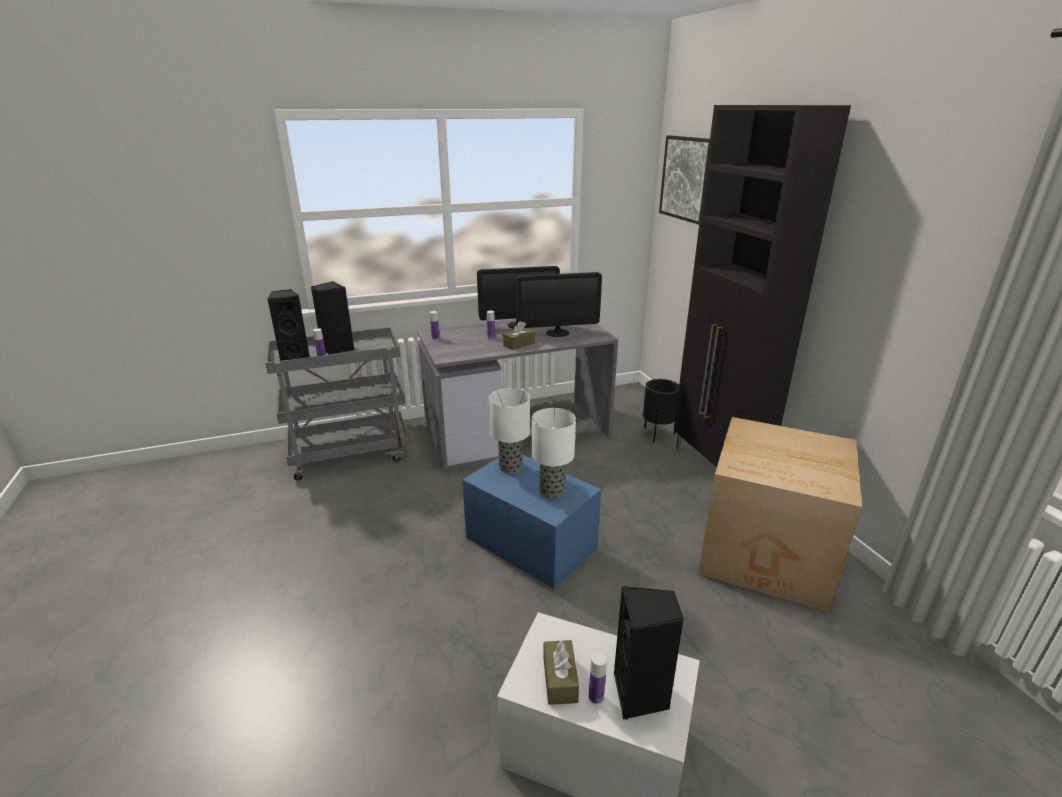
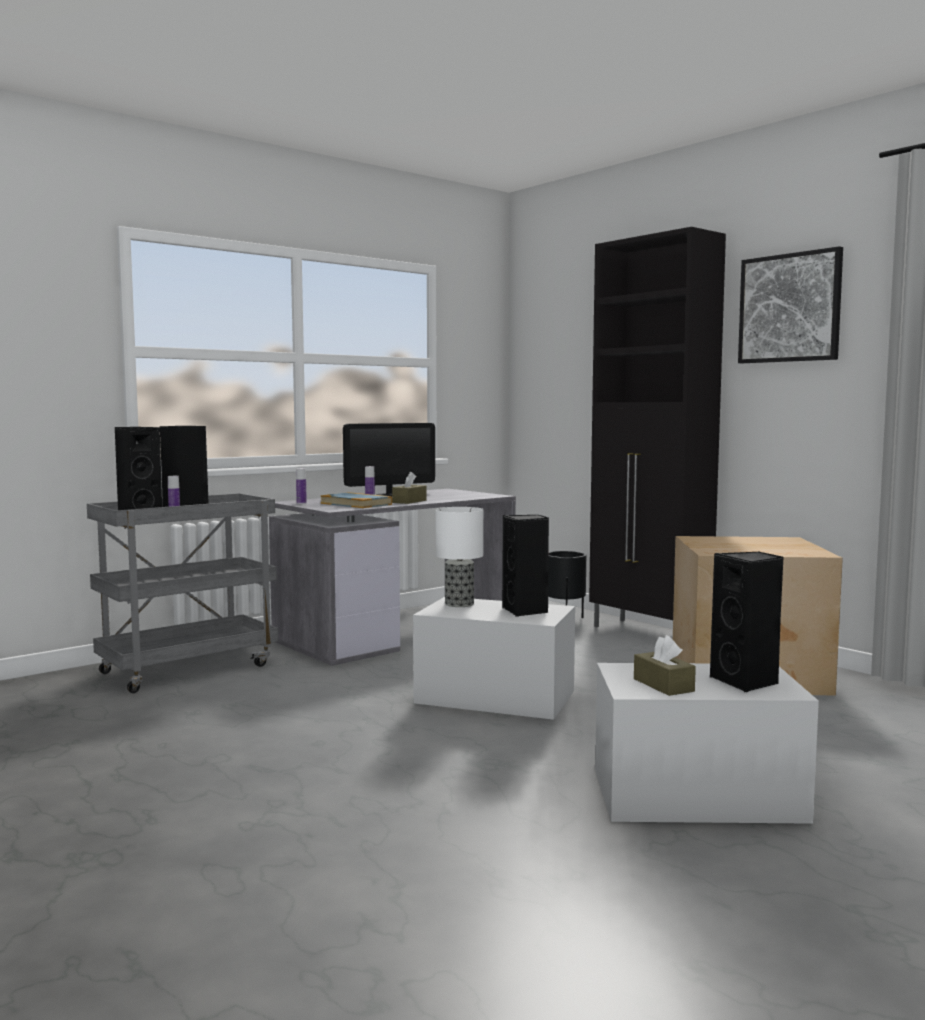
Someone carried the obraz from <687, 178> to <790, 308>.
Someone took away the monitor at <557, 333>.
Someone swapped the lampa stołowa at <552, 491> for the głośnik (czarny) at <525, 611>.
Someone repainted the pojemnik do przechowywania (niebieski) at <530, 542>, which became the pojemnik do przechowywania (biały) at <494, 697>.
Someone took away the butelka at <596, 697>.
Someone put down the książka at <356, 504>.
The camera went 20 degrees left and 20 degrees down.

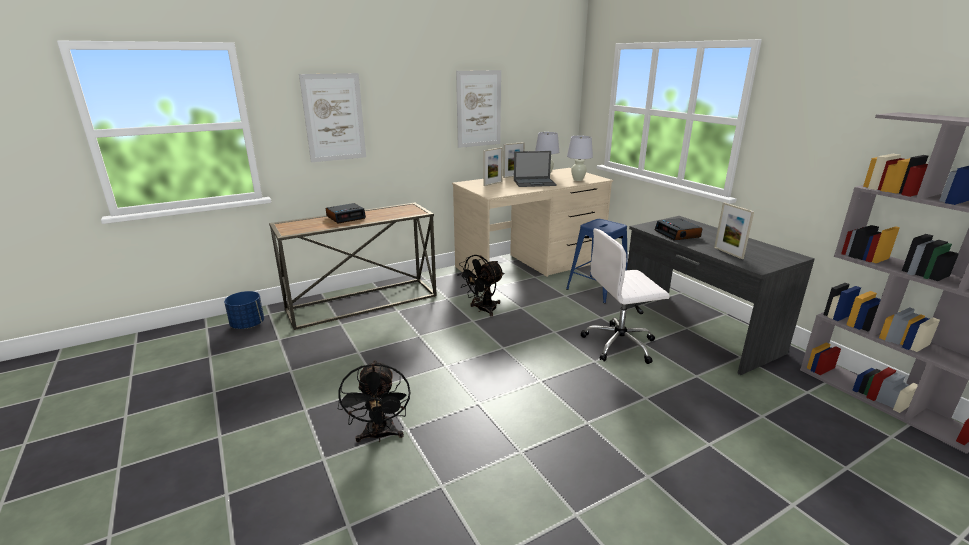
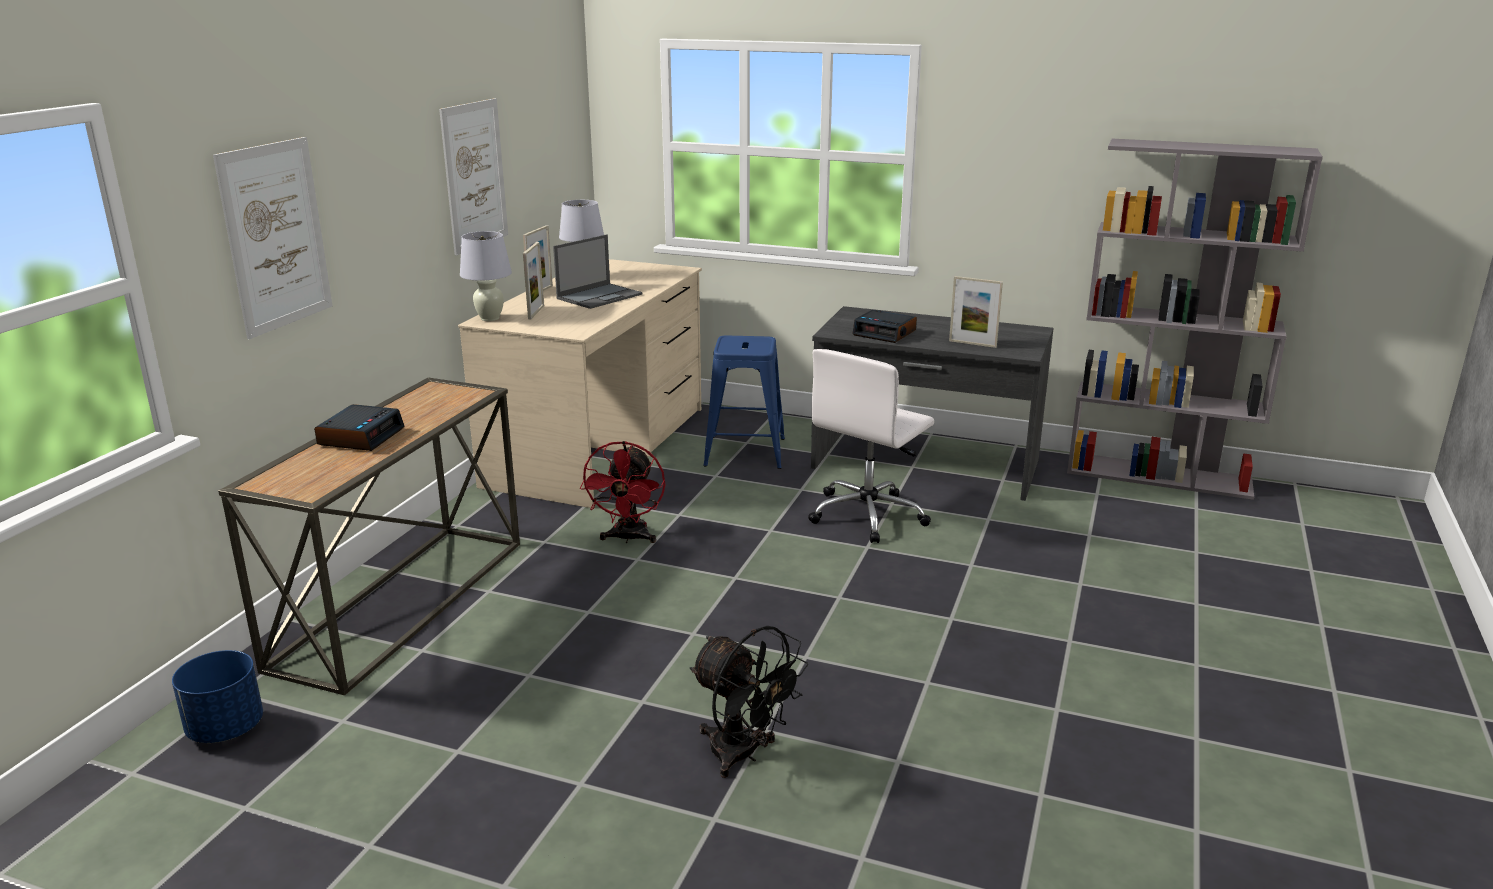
Someone carried the lampa stołowa (biały) from <578, 180> to <490, 318>.
Someone repainted the wentylator (czarny) at <483, 310>, which became the wentylator (czerwony) at <628, 538>.
The camera went 40 degrees left and 0 degrees up.

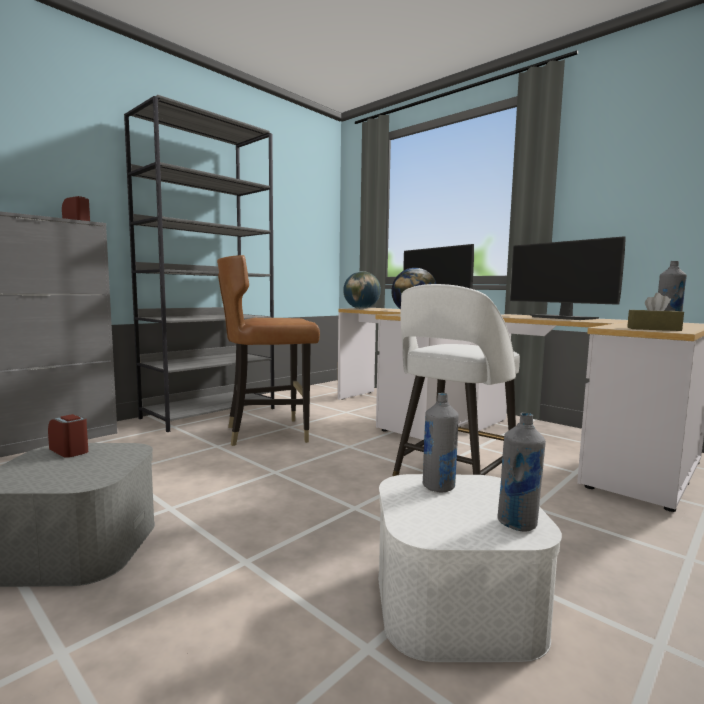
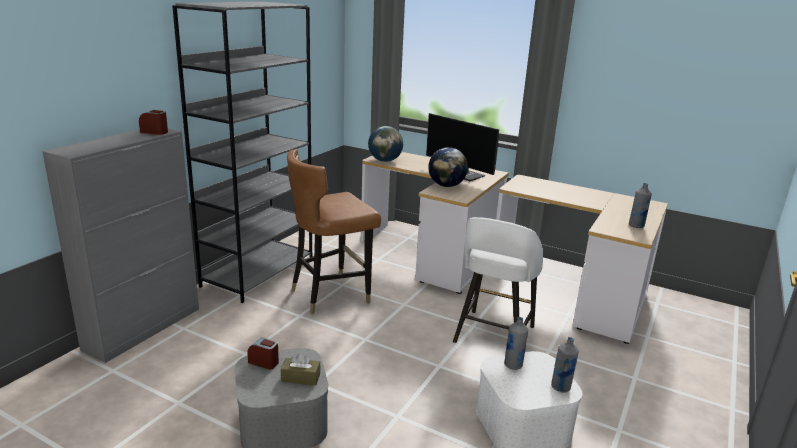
Someone took away the monitor at <564, 318>.
Someone carried the pudełko chusteczek (brązowy) from <653, 329> to <300, 377>.
The camera went 15 degrees left and 15 degrees up.

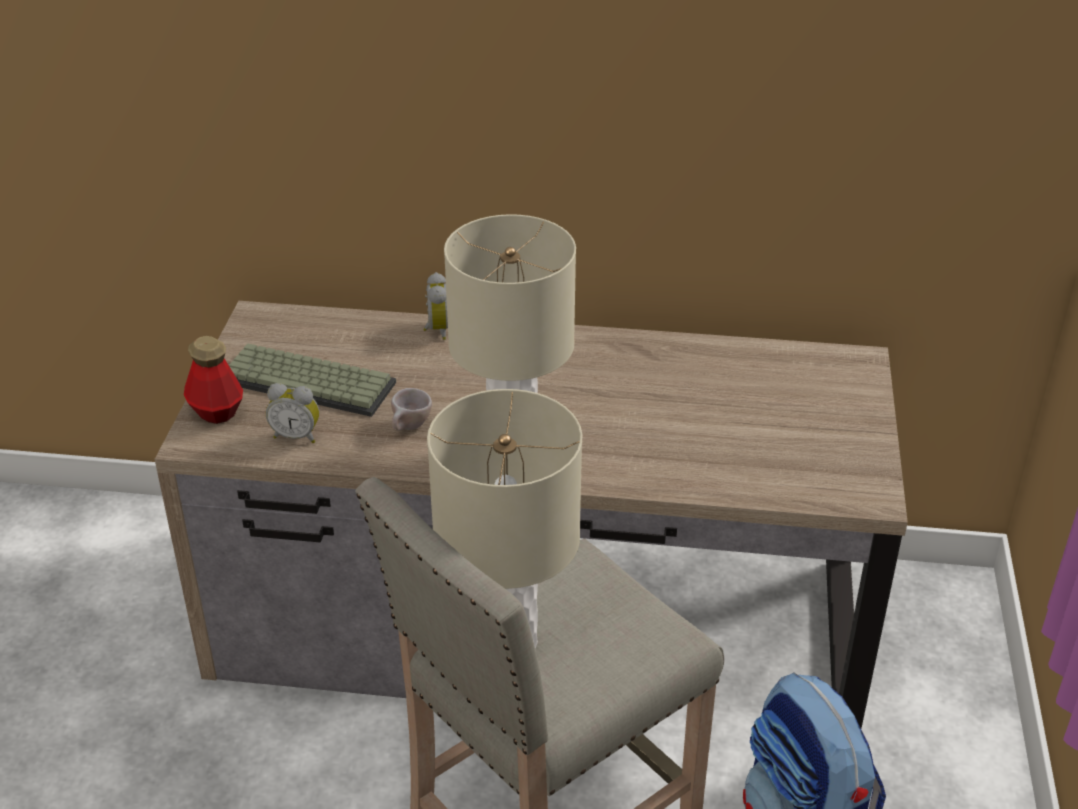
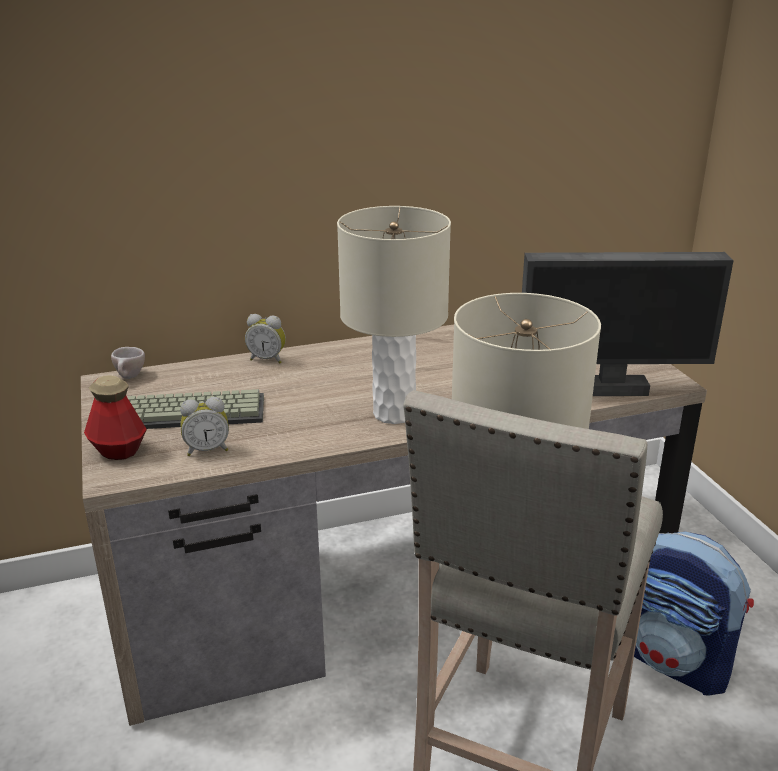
Someone rotated the budzik at <436, 330> by 135 degrees clockwise.
Someone carried the filiżanka (beżowy) from <409, 428> to <129, 378>.
Someone put down the monitor at <609, 389>.
The camera went 25 degrees left and 10 degrees down.

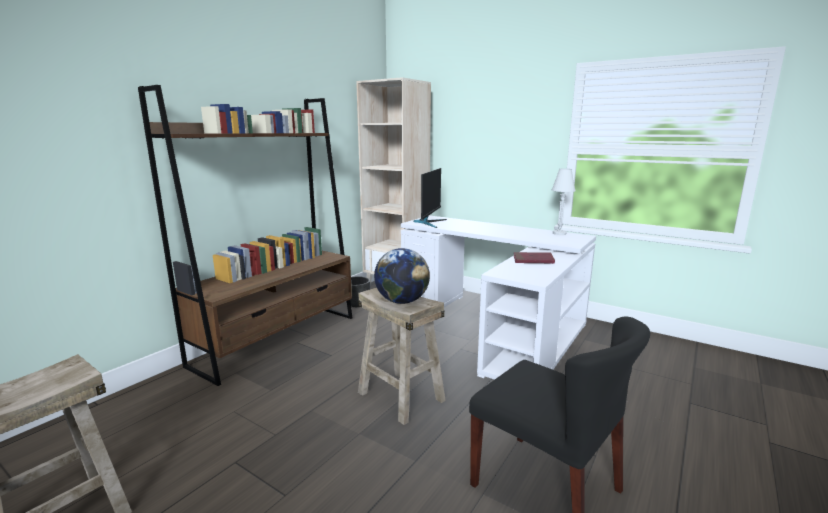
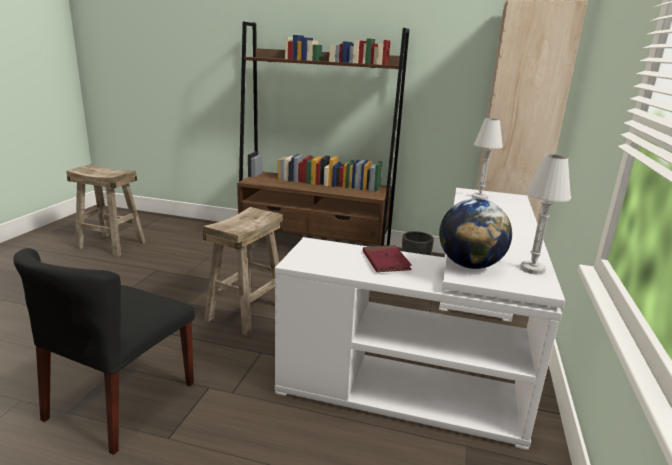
Someone swapped the monitor at <429, 222> for the lampa stołowa (biały) at <479, 197>.
Someone carried the globus from <402, 301> to <470, 265>.
The camera went 70 degrees right and 5 degrees up.

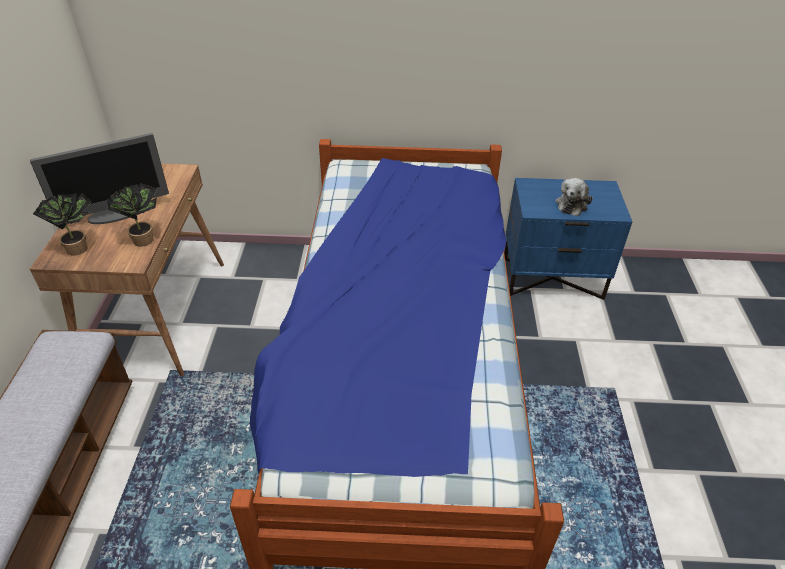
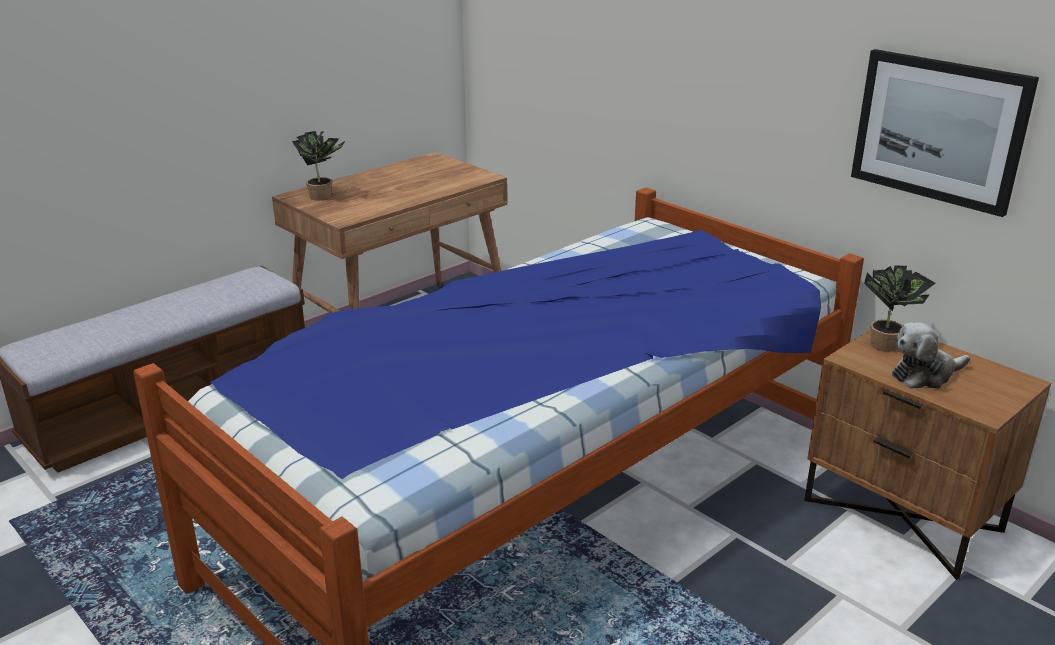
Someone took away the monitor at <116, 214>.
Someone repainted the szafka nocna (niebieski) at <552, 277>, which became the szafka nocna (brązowy) at <904, 514>.
Someone carried the roślina doniczkowa from <144, 238> to <886, 343>.
Someone put up the obraz at <939, 130>.
The camera went 45 degrees right and 15 degrees down.

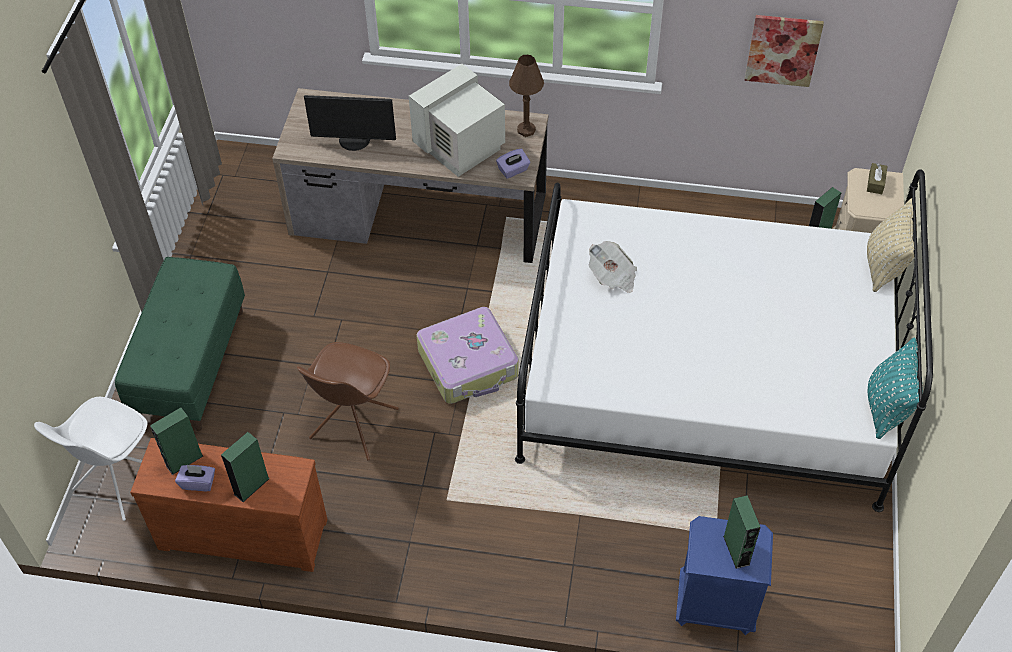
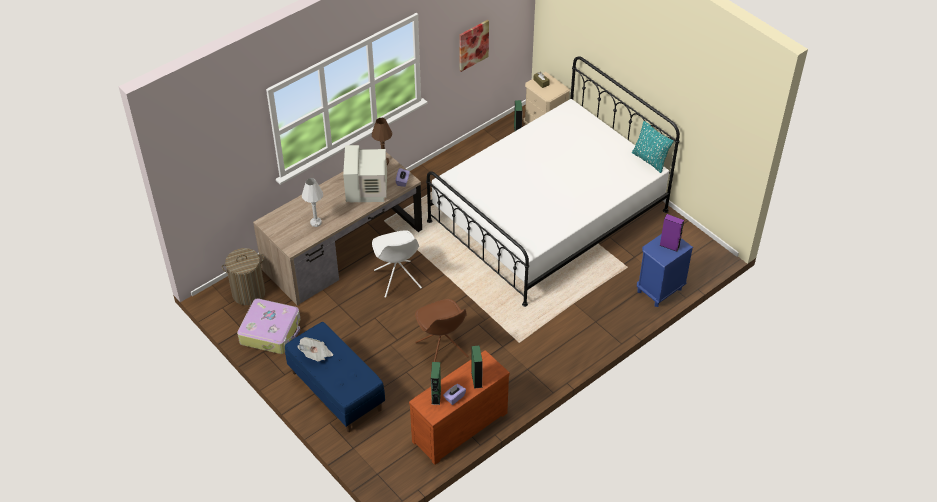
Someone swapped the monitor at <354, 141> for the lampa stołowa (biały) at <316, 222>.
Someone took away the poduszka (beżowy) at <884, 266>.
Someone carried the gazeta from <612, 276> to <316, 355>.
Someone repainted the ławka (zielony) at <191, 364>, which became the ławka (niebieski) at <336, 391>.
Someone carried the walizka from <469, 364> to <271, 331>.
Someone carried the krzesło (biały) from <118, 481> to <397, 280>.
Someone repainted the głośnik (zielony) at <736, 550>, which became the głośnik (fioletowy) at <669, 246>.
Someone put down the kosz na pranie at <248, 293>.
The camera went 50 degrees left and 5 degrees down.

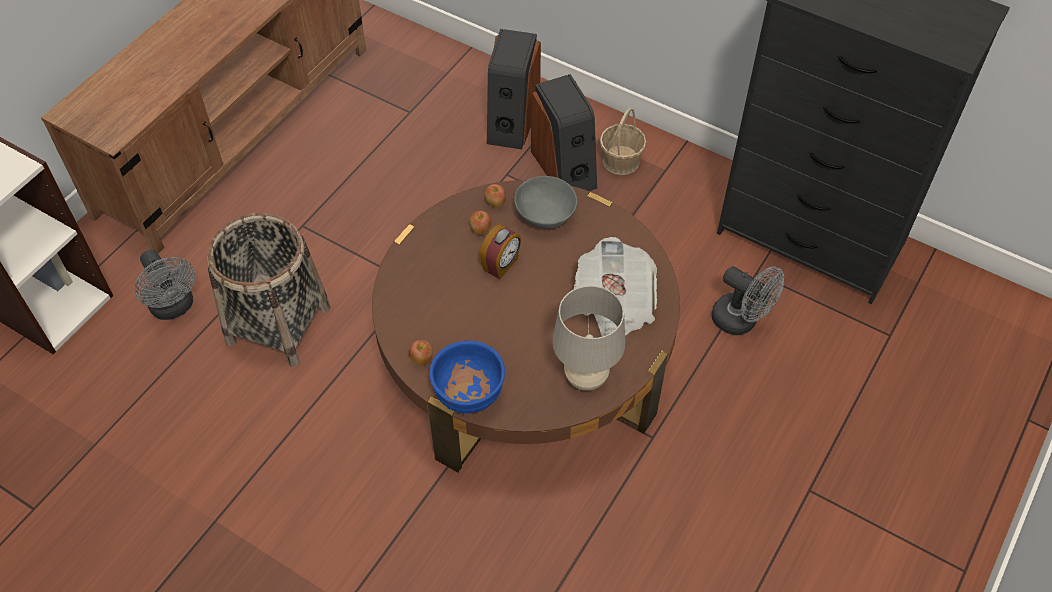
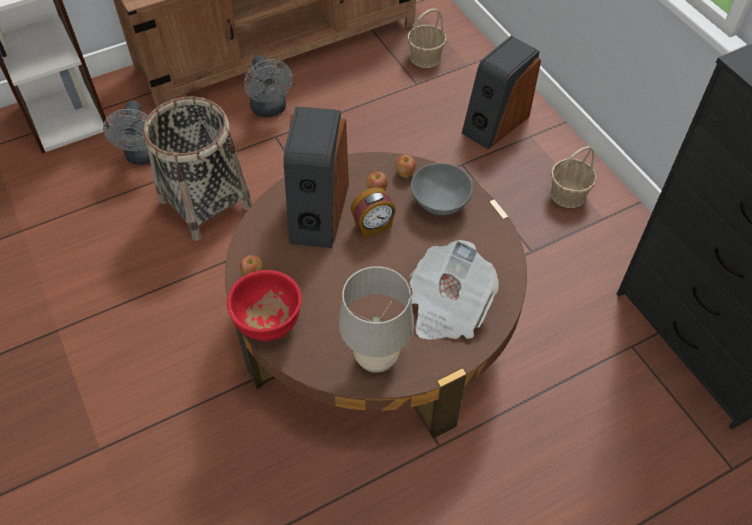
Someone carried the głośnik from <565, 168> to <317, 212>.
Someone carried the wentylator (szary) from <741, 321> to <270, 110>.
Someone repainted the miska (niebieski) at <469, 394>, which became the miska (czerwony) at <269, 322>.
Someone put down the koszyk at <426, 57>.
The camera went 30 degrees right and 0 degrees up.

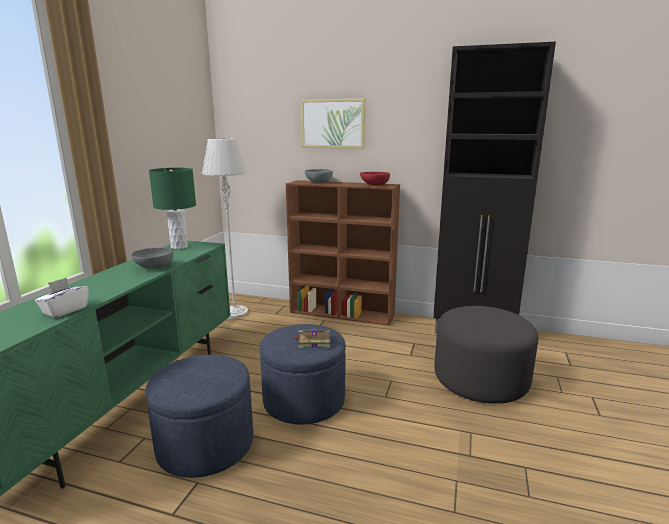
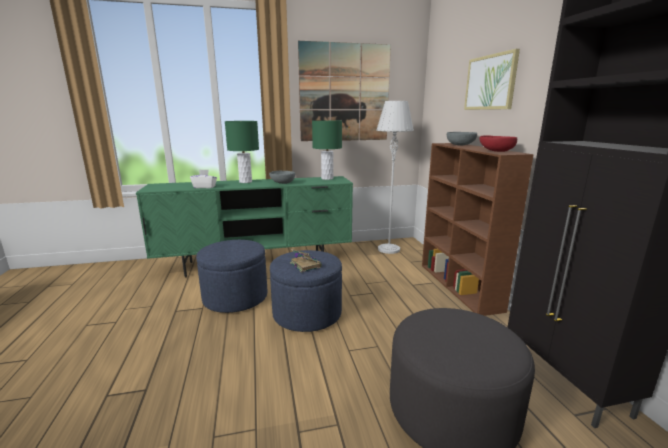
Someone put up the obraz at <344, 93>.
Someone put down the lampa stołowa (zielony) at <246, 182>.
The camera went 60 degrees right and 0 degrees up.

